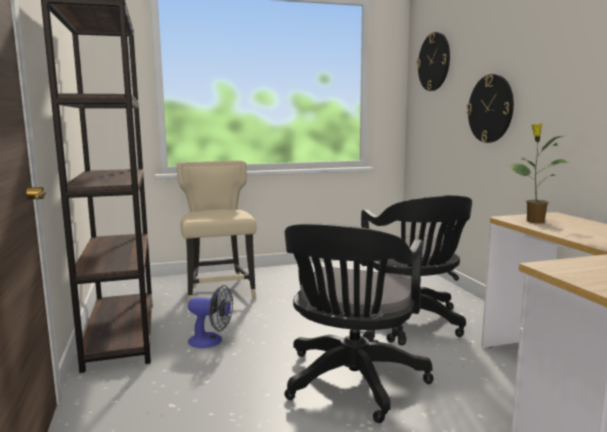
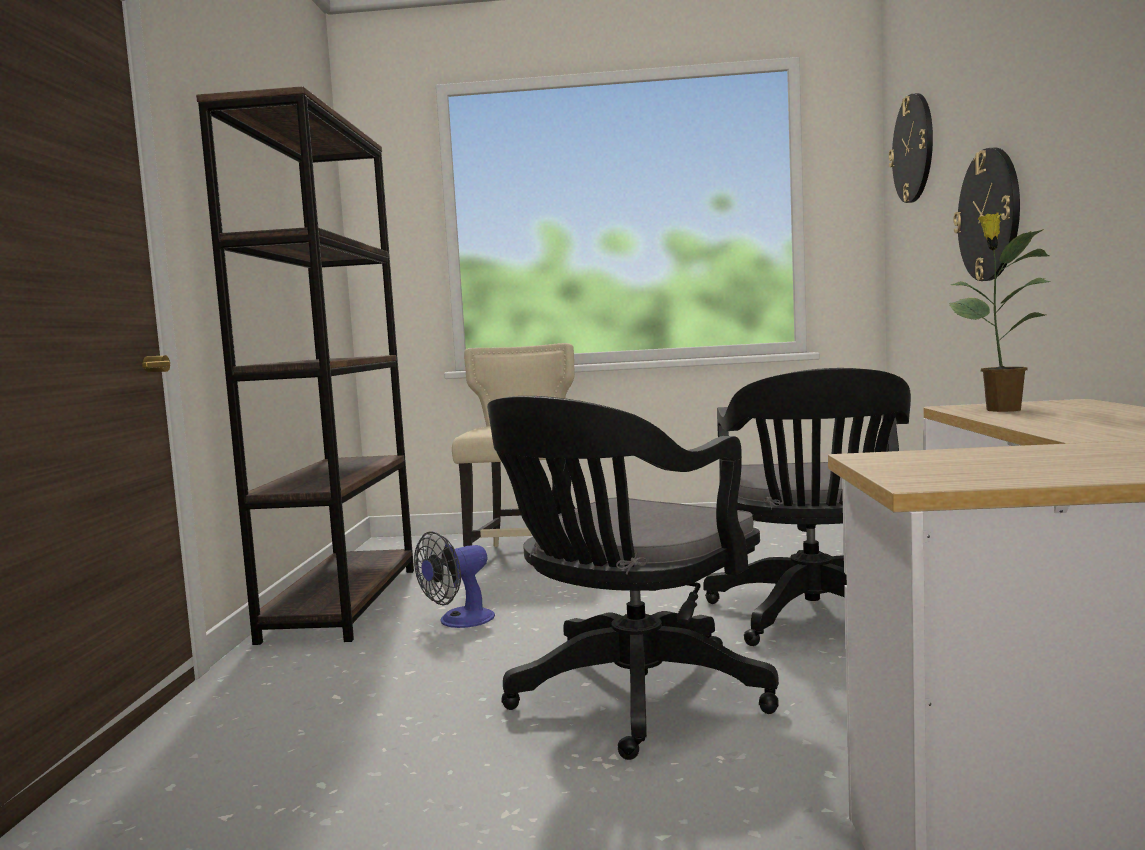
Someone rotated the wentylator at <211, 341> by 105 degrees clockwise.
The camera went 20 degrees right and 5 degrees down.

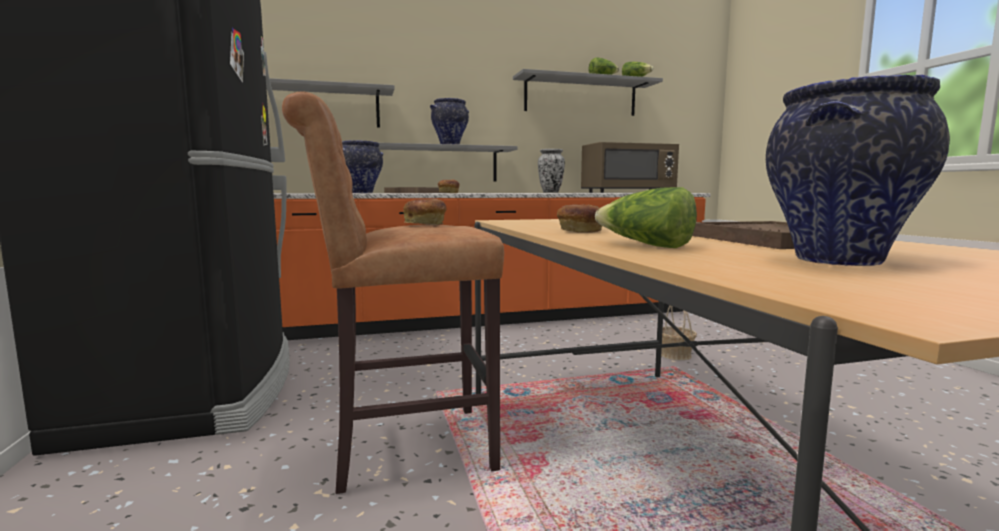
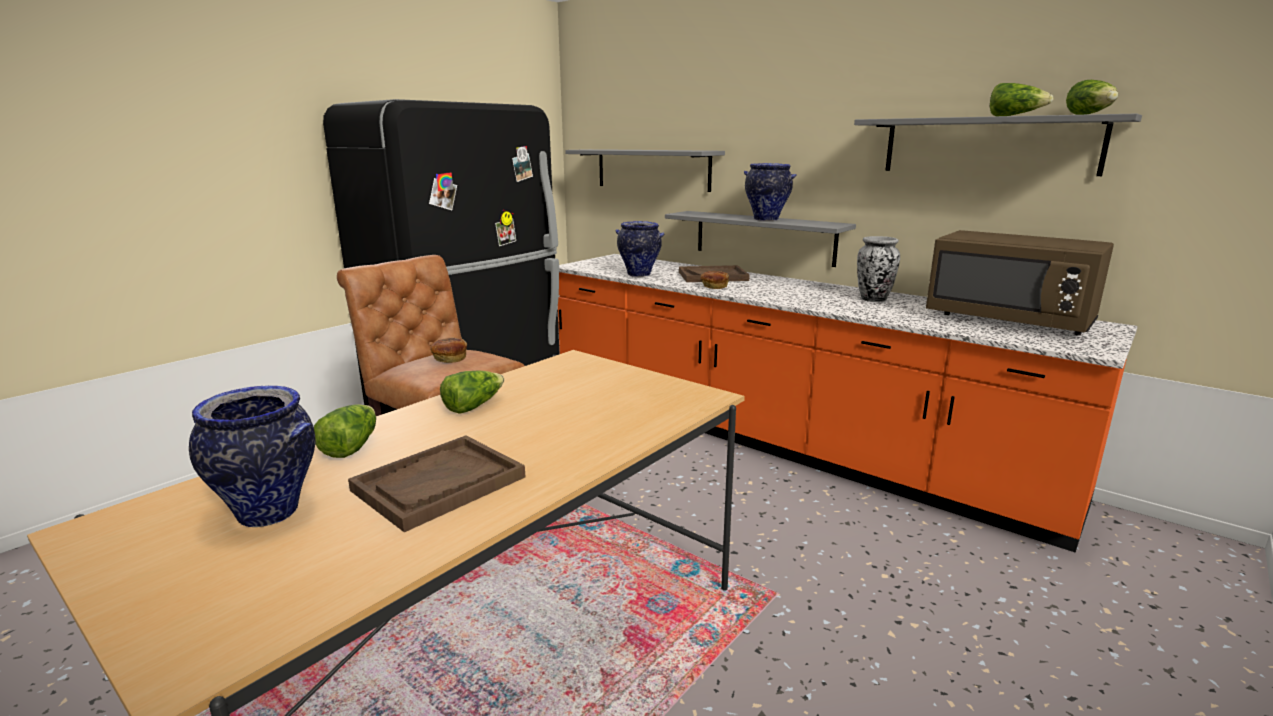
Someone swapped the chleb at <580, 231> for the sałata at <473, 406>.
Someone took away the koszyk at <675, 355>.
The camera went 55 degrees right and 10 degrees up.

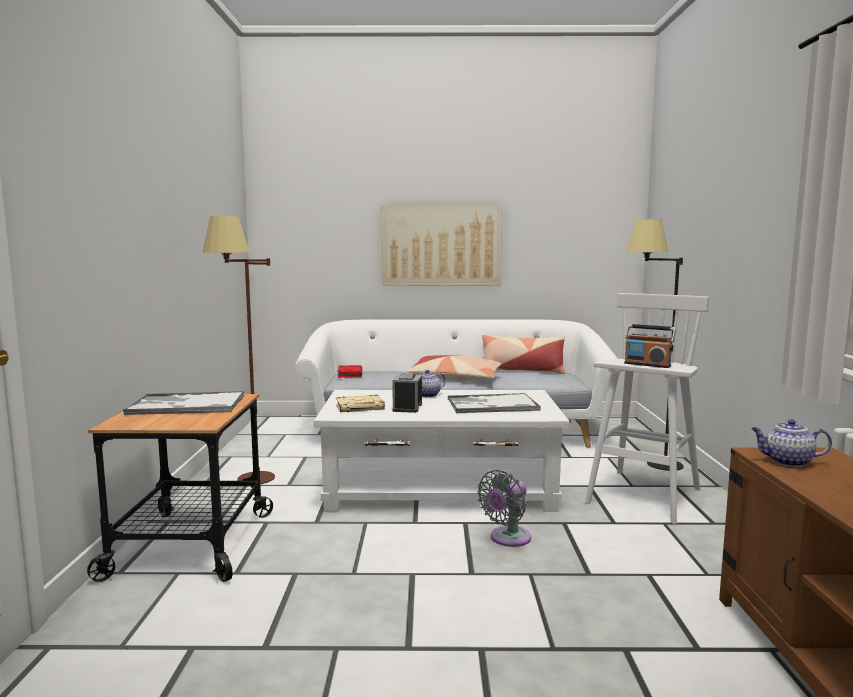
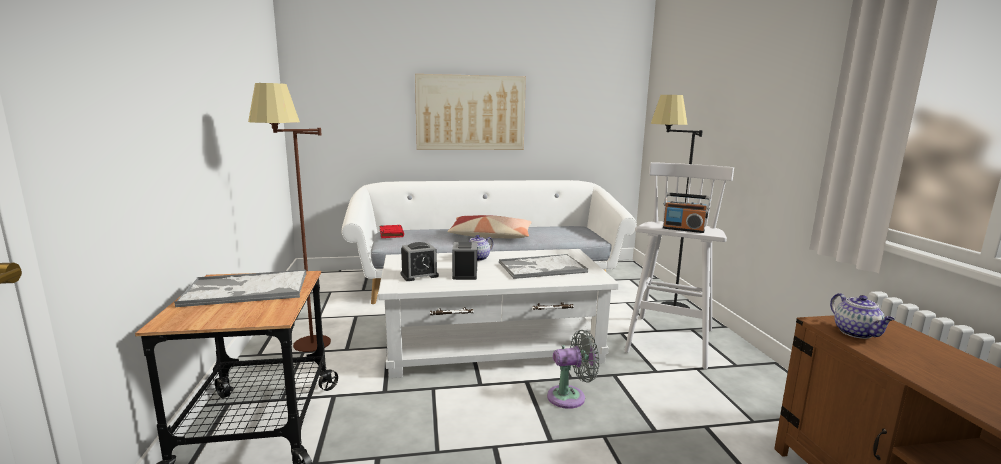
Someone took away the poduszka at <522, 371>.
Someone swapped the książka (beżowy) at <360, 407> for the budzik at <419, 275>.
Someone rotated the imbryk at <787, 462> by 105 degrees counterclockwise.
Someone rotated the wentylator (szary) at <507, 539> by 135 degrees counterclockwise.
The camera went 10 degrees left and 5 degrees up.

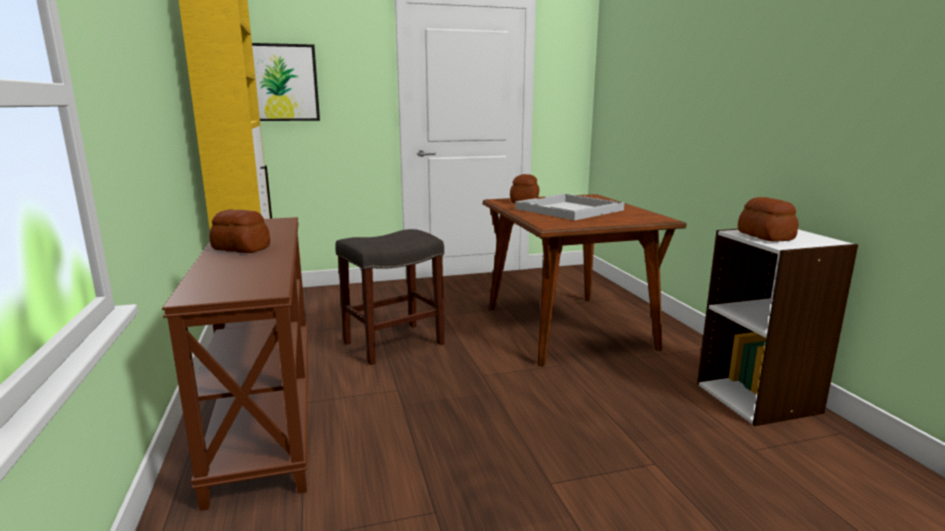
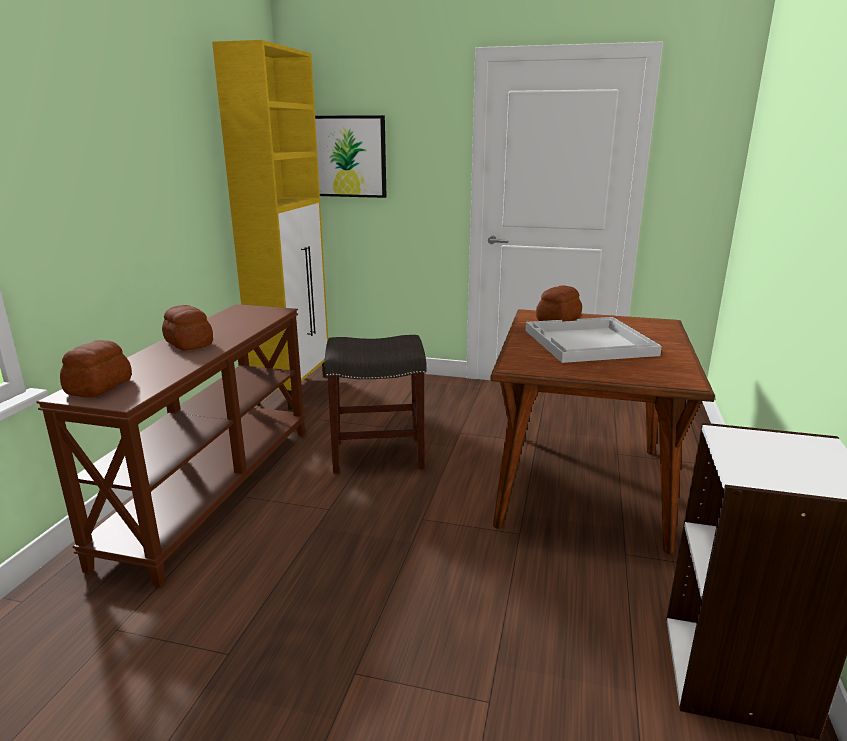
Someone carried the chleb from <765, 236> to <100, 386>.
The camera went 30 degrees right and 5 degrees up.

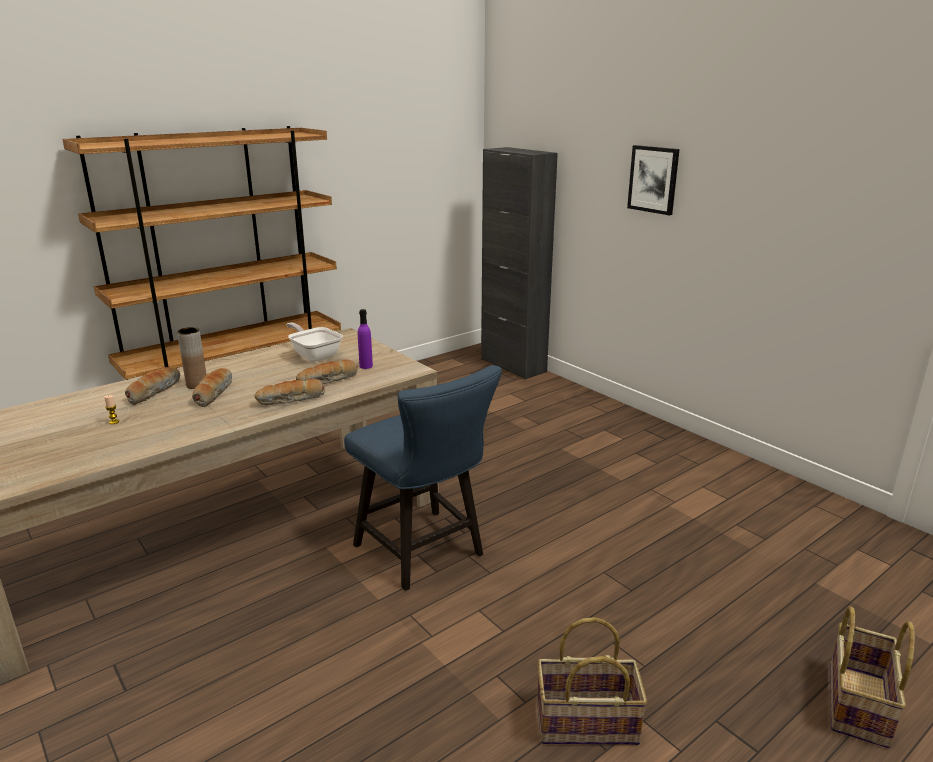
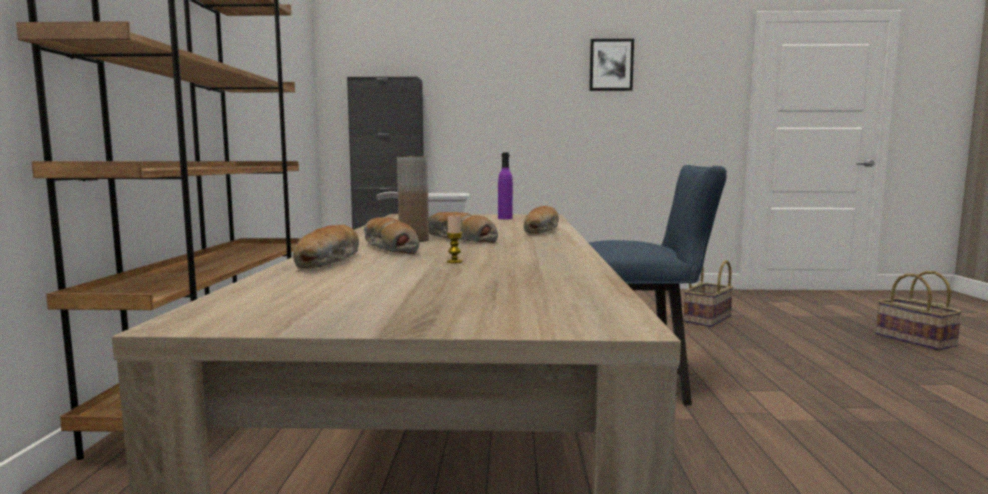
Someone carried the obraz from <653, 179> to <611, 65>.
Someone carried the chleb from <328, 381> to <330, 261>.
Someone carried the koszyk from <586, 724> to <708, 319>.
The camera went 50 degrees left and 15 degrees down.

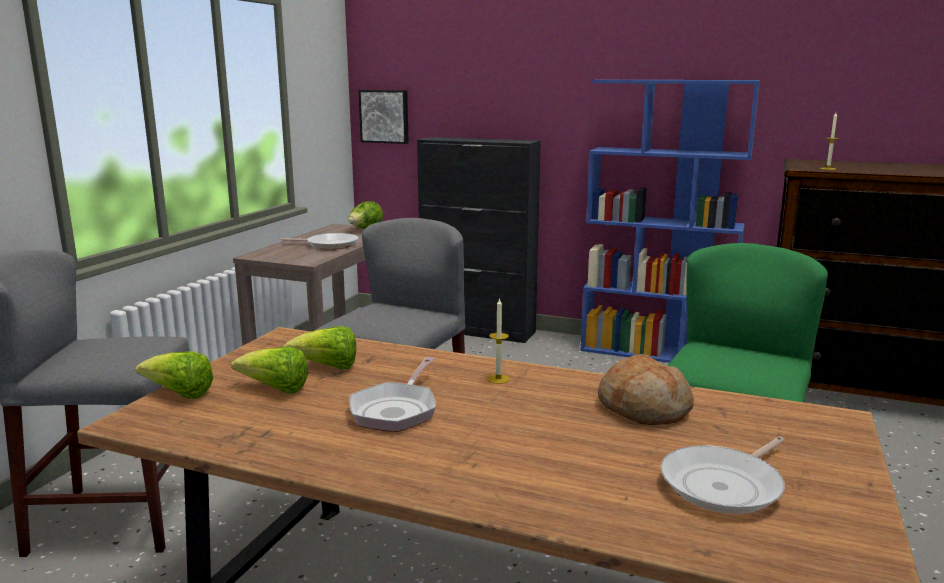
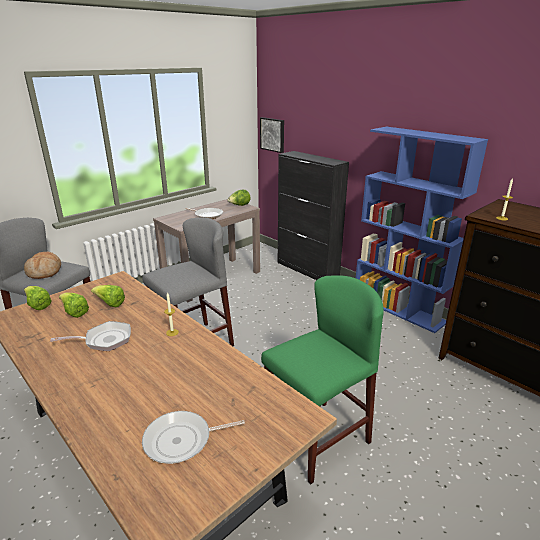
Someone carried the chleb from <644, 408> to <45, 272>.
Someone rotated the patelnia at <396, 410> by 150 degrees counterclockwise.
The camera went 25 degrees right and 10 degrees up.

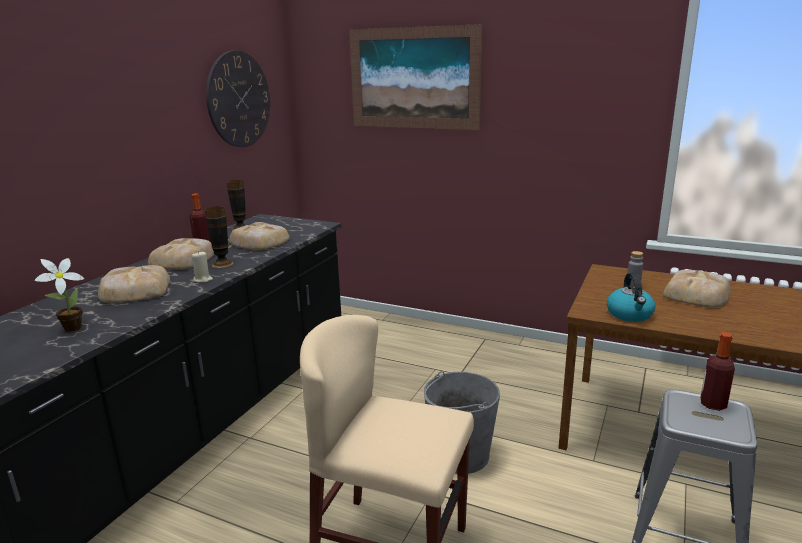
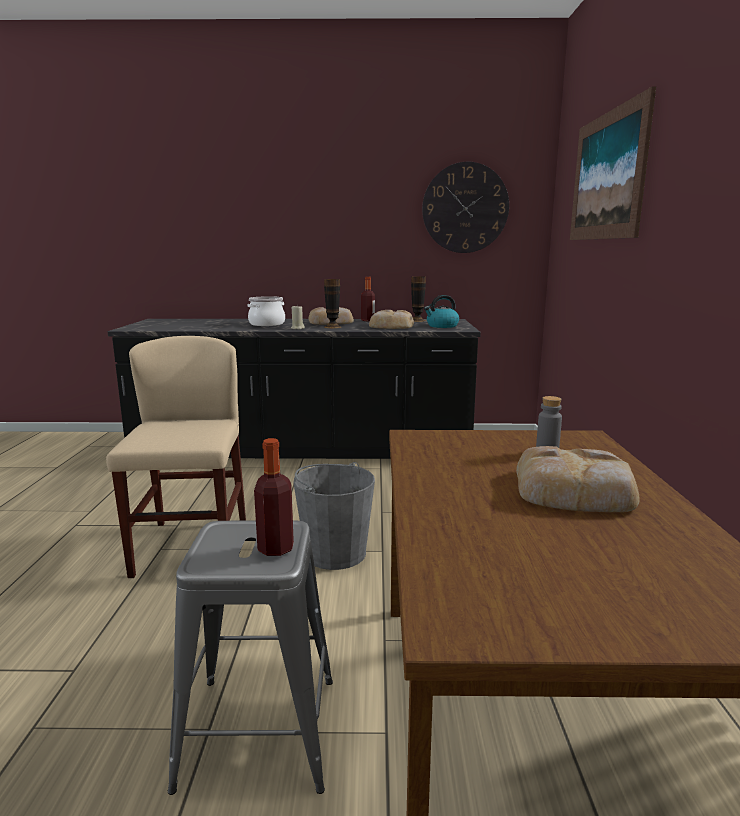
Someone took away the roślina doniczkowa at <69, 329>.
Someone swapped the chleb at <134, 290> for the garnek at <266, 324>.
Someone carried the czajnik from <630, 314> to <442, 326>.
The camera went 65 degrees right and 5 degrees down.

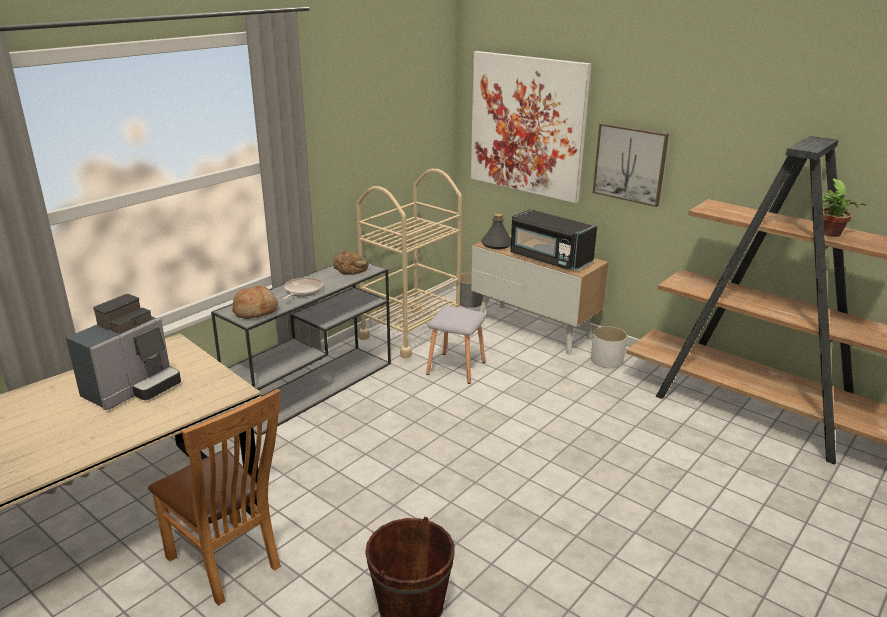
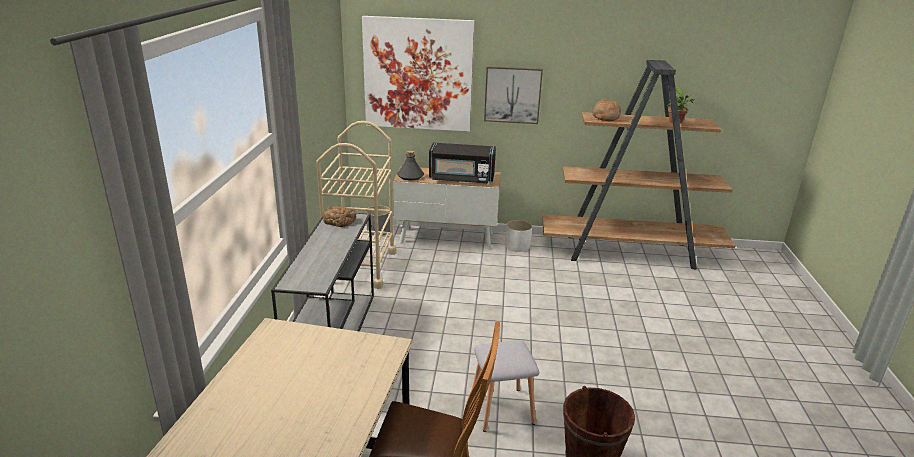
Someone took away the patelnia at <302, 291>.
Someone carried the chleb from <256, 311> to <605, 117>.
Someone took away the ekspres do kawy at <133, 389>.
Someone carried the stołek (szary) from <456, 367> to <501, 408>.
The camera went 35 degrees left and 0 degrees up.

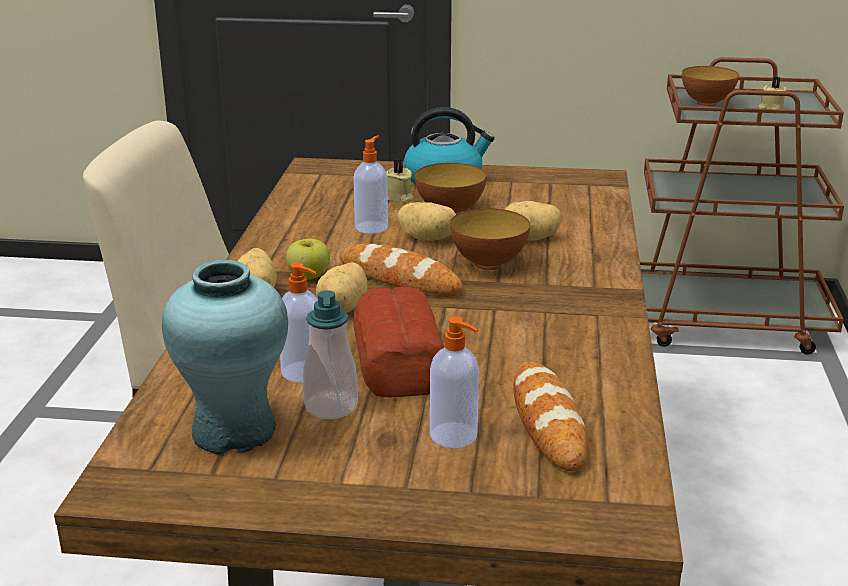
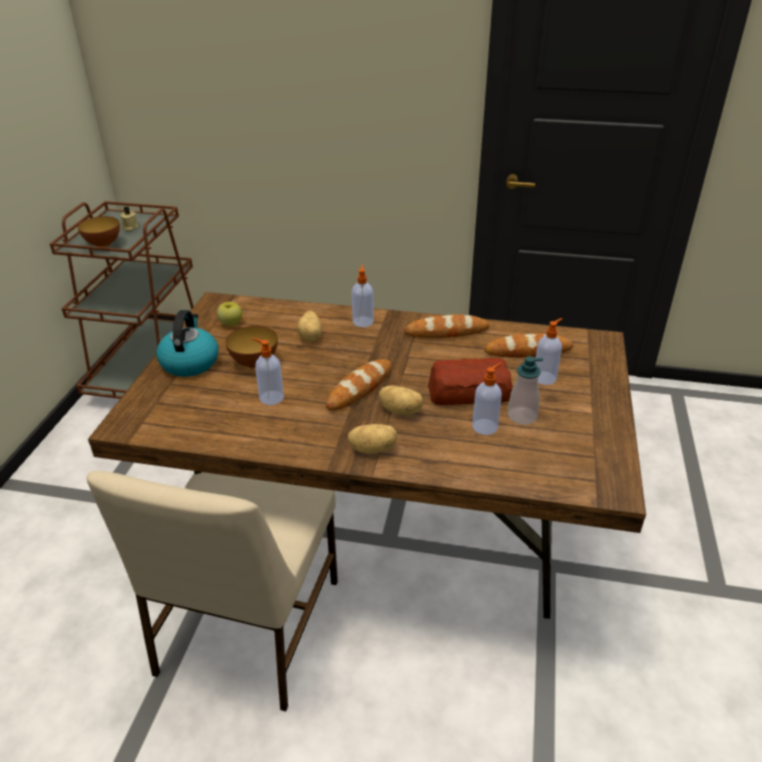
Someone took away the świeca (beżowy) at <399, 197>.
Someone took away the ziemniak at <428, 238>.
Someone took away the miska at <488, 264>.
Someone carried the jabłko from <309, 276> to <231, 323>.
Someone took away the wazon (turkusowy) at <235, 431>.
Someone put down the dozownik mydła at <363, 321>.
Someone put down the chleb at <446, 331>.
The camera went 85 degrees left and 10 degrees up.

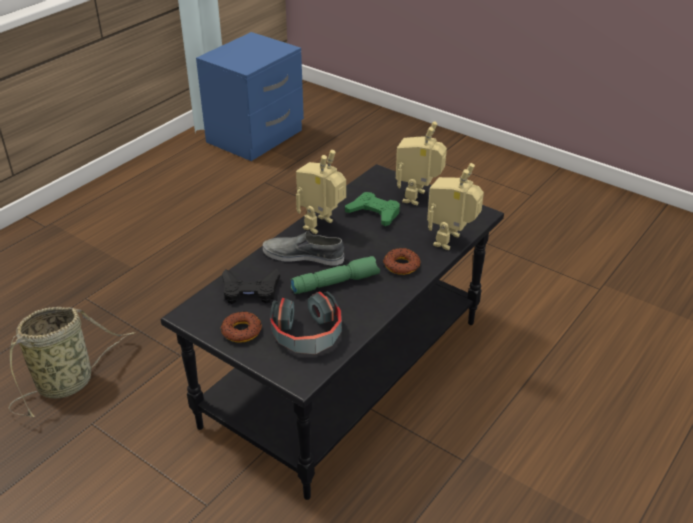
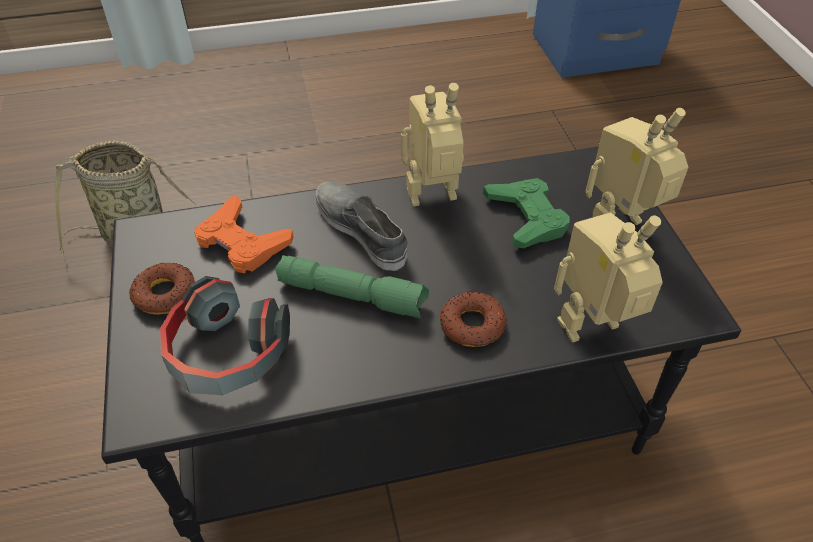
Someone repainted the pad do gier (czarny) at <250, 291>, which became the pad do gier (pomarańczowy) at <242, 242>.
The camera went 40 degrees right and 10 degrees up.

